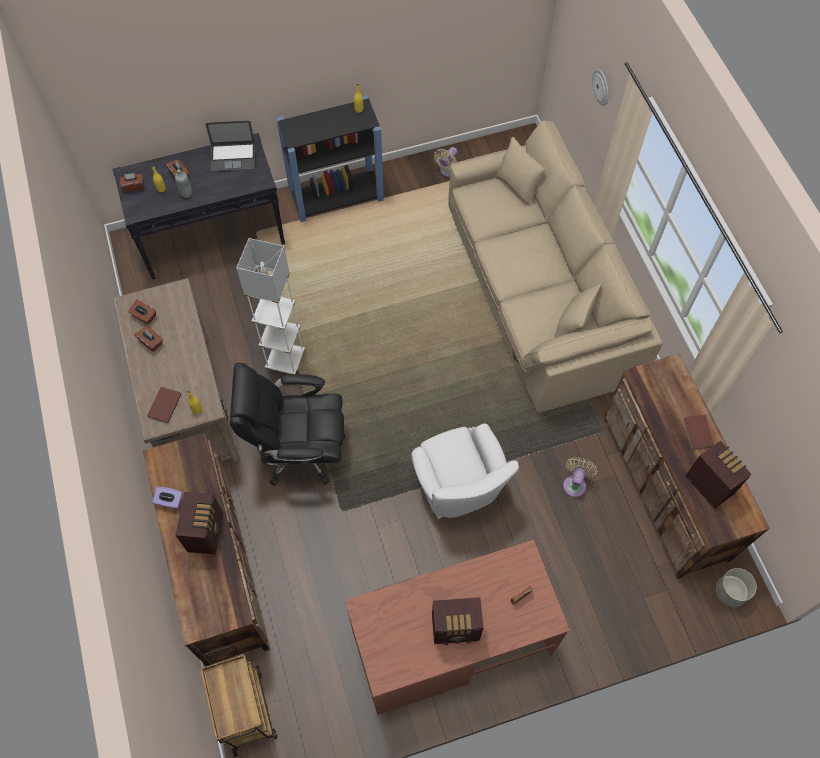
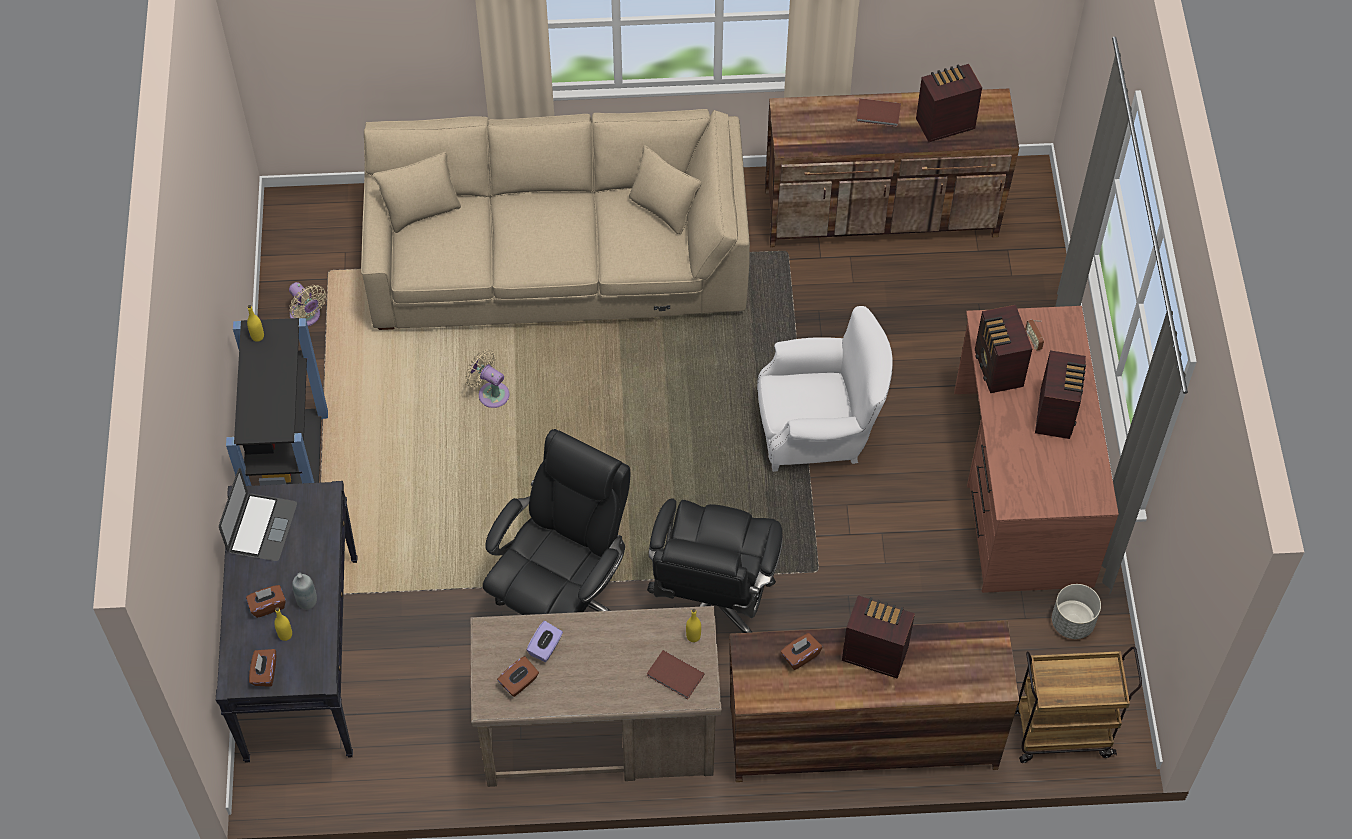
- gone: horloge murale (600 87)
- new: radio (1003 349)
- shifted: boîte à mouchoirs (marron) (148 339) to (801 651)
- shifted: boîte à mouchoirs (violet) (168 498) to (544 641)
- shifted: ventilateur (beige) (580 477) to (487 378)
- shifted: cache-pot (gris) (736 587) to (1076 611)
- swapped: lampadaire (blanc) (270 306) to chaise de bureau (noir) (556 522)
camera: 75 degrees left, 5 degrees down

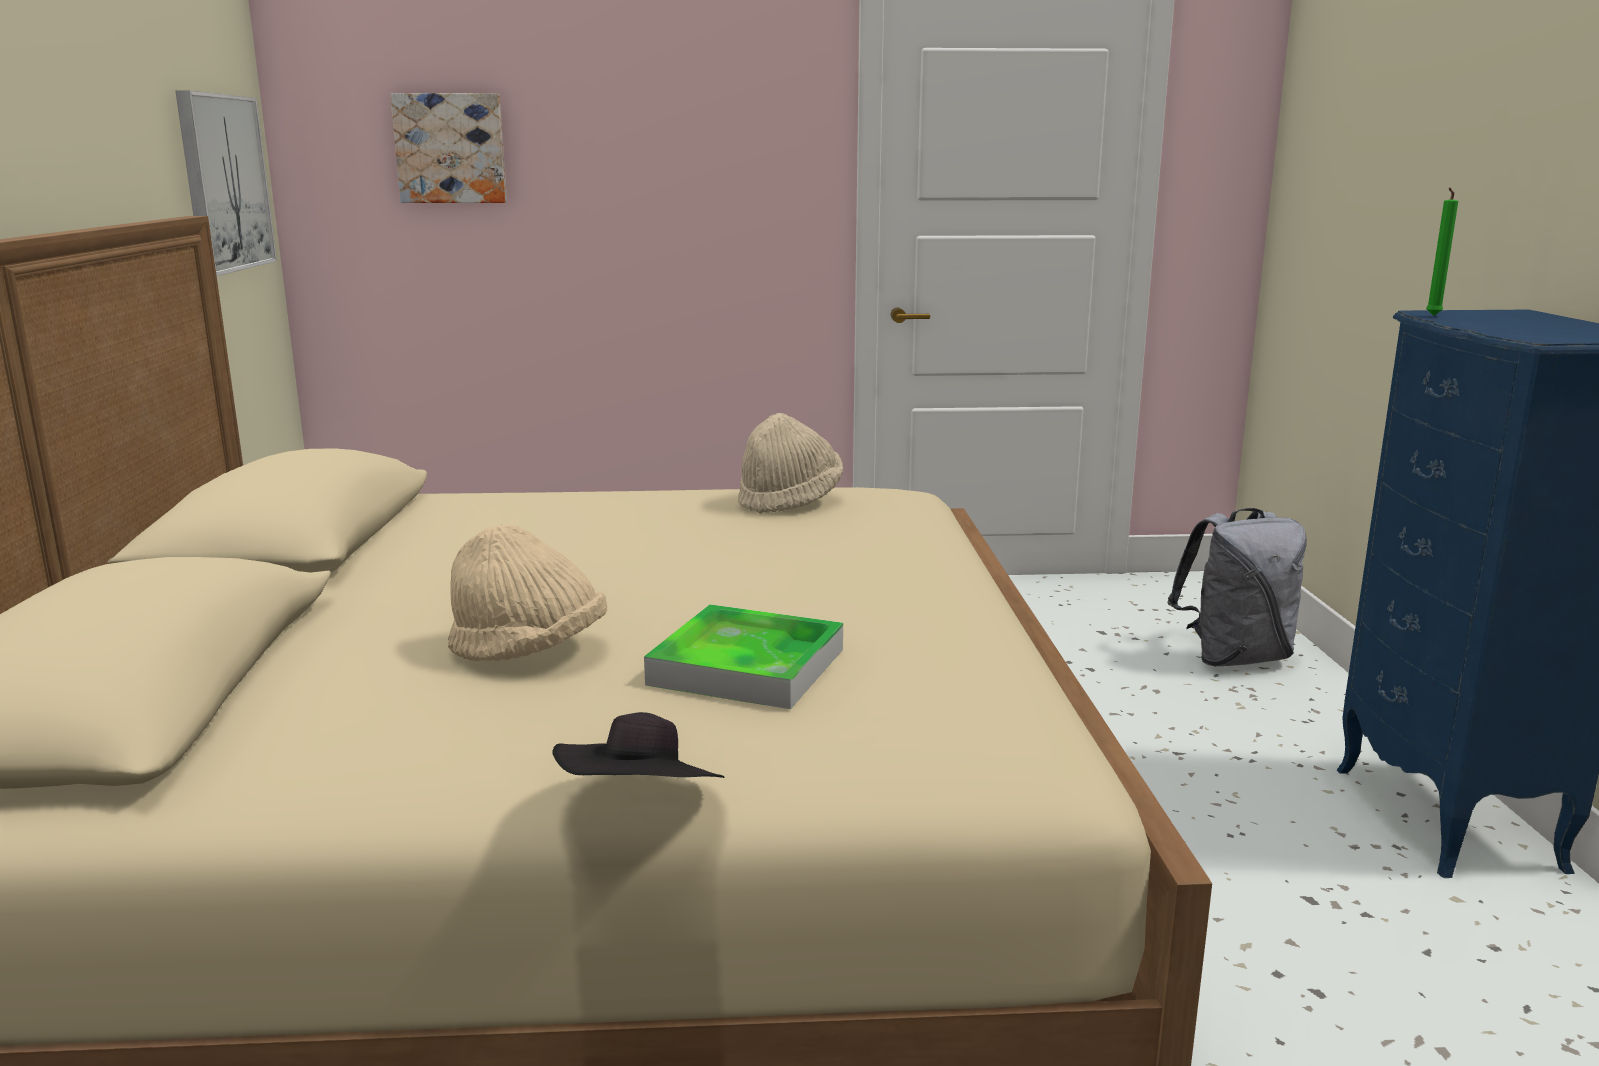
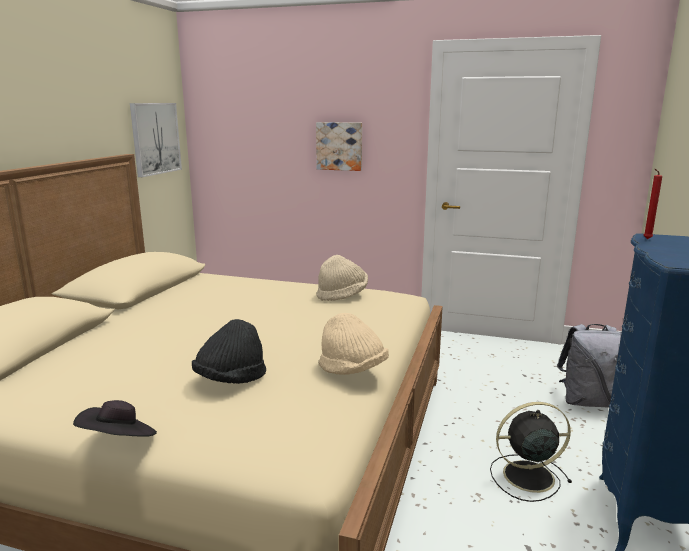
- new: ventilateur (noir) (531 452)
- shifted: tableau (448 148) to (339 146)
- shifted: chapeau (beige) (527 592) to (354 344)
- swapped: plateau (743 656) to chapeau (noir) (229 351)
- repainted: bougie (vert) (1442 251) to bougie (rouge) (653 204)
camera: 20 degrees right, 0 degrees up

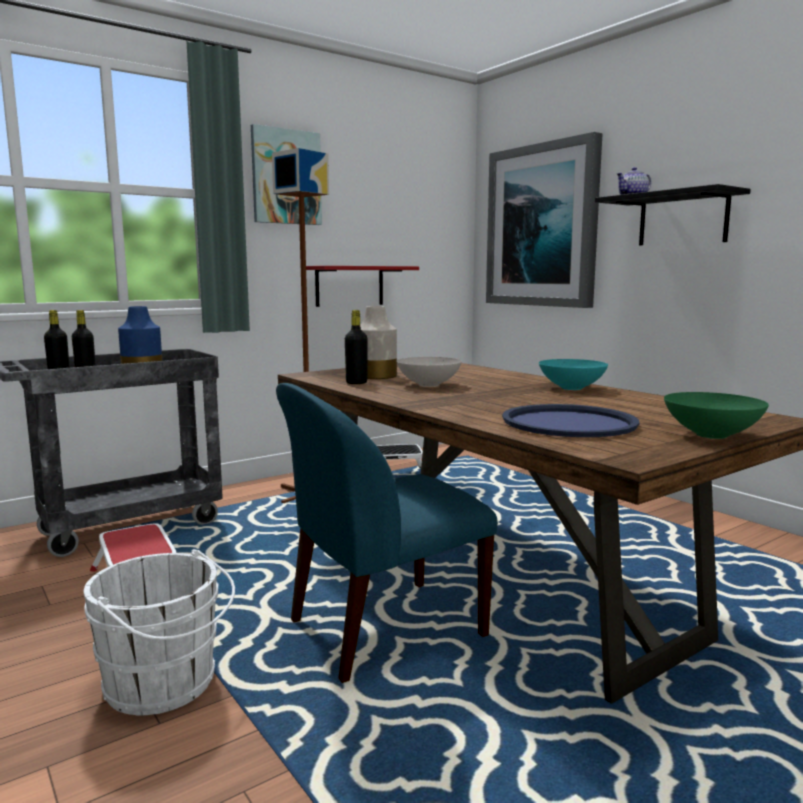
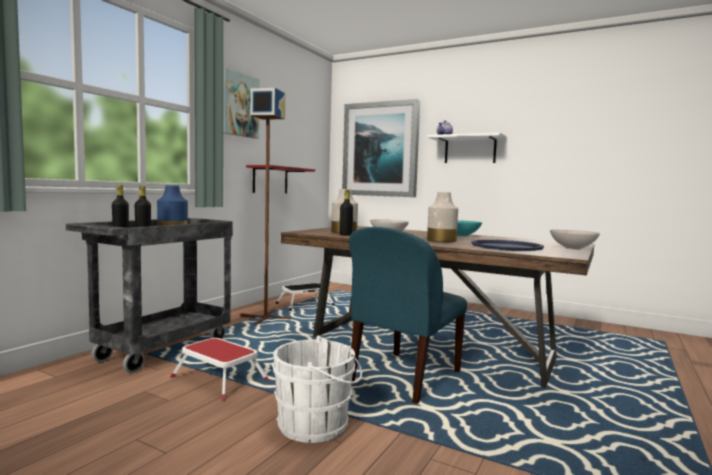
- new: vase (beige) (442 217)
- repainted: étagère (noir) (673 214) to étagère (blanc) (467 148)
- repainted: bol (vert) (716 415) to bol (blanc) (575 240)
camera: 25 degrees left, 5 degrees down

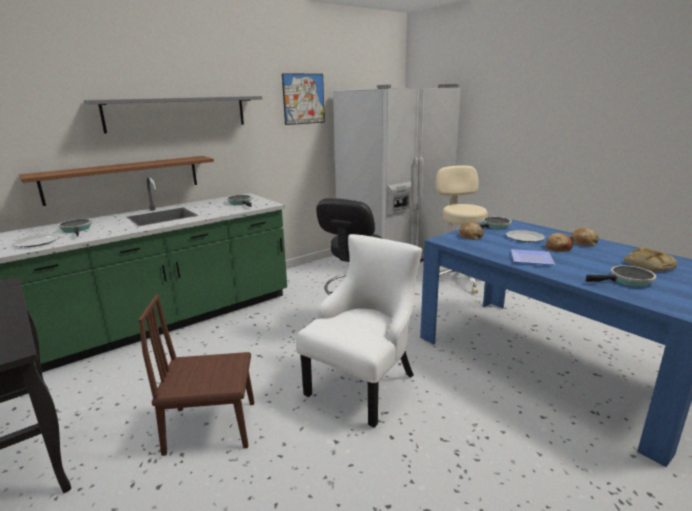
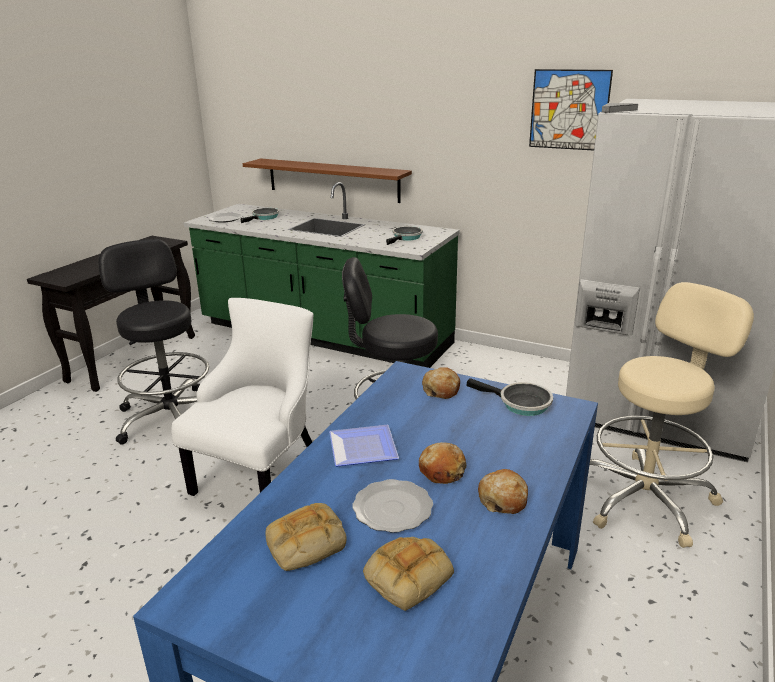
- gone: étagère (gris) (173 114)
- shifted: assiette (525 236) to (392 506)
- swapped: chaise (marron) (196 375) to tabouret (noir) (153 342)
- swapped: poêle (621 276) to pain (306 537)
- rotated: chaise (blanc) (359 331) = (242 397) 75 degrees counterclockwise
camera: 65 degrees right, 5 degrees up

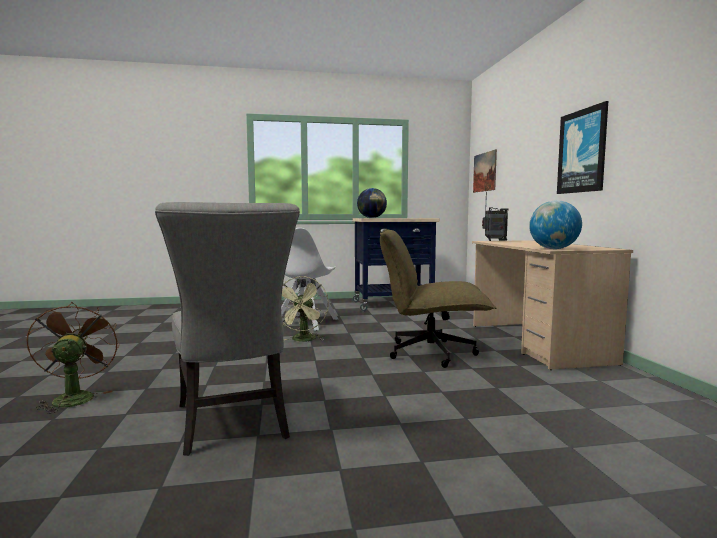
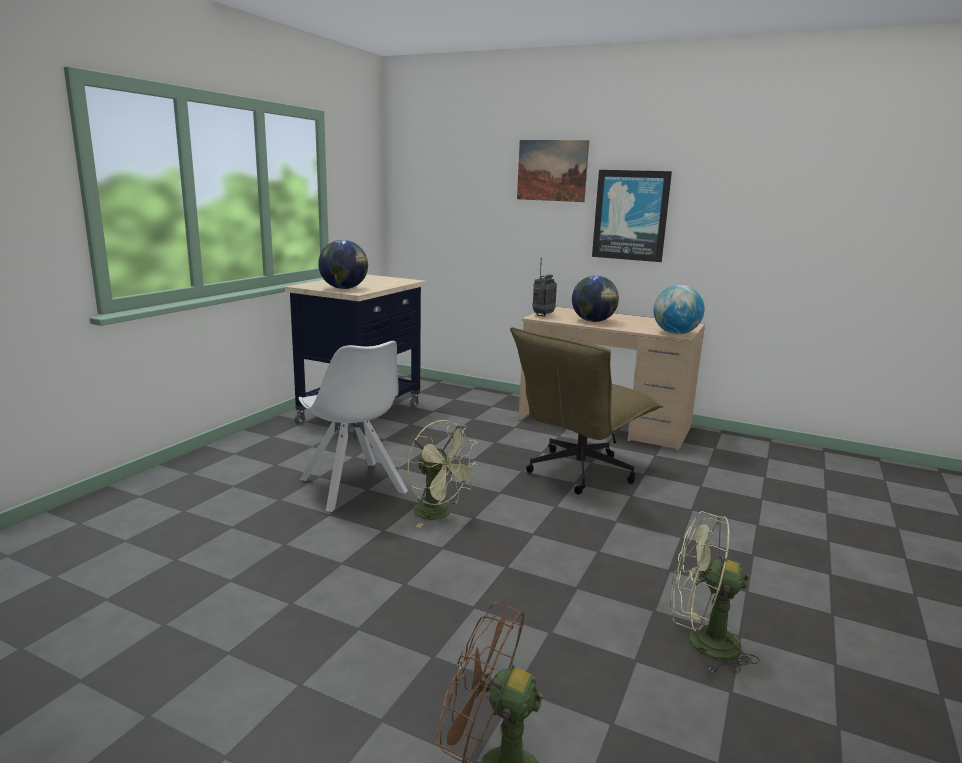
- new: globe (595 299)
- shifted: tableau (485 171) to (553 171)
- swapped: chaise (gris) (227 329) to ventilateur (vert) (715 592)
camera: 55 degrees left, 10 degrees up

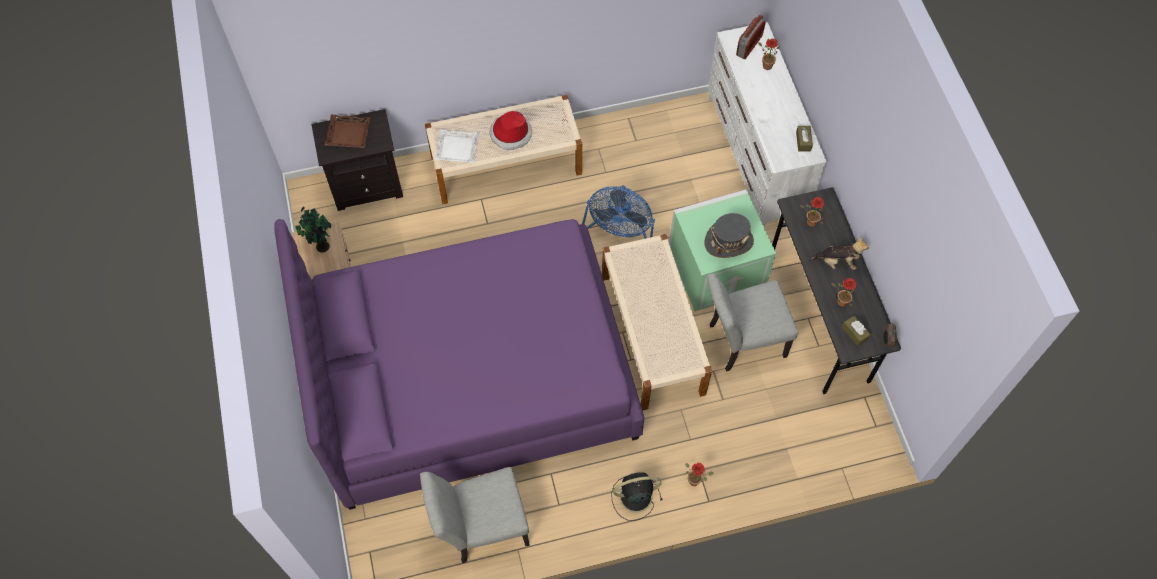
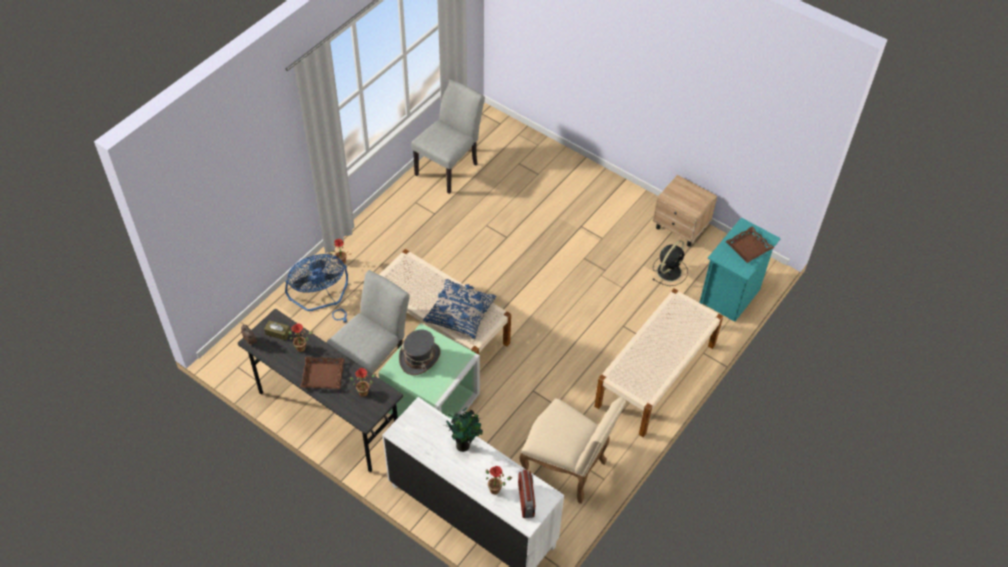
- gone: lit (violet) (459 364)
- gone: plateau (blanc) (456 146)
- gone: chapeau (510 130)
- gone: boîte à mouchoirs (marron) (804 138)
- new: coussin (bleu) (459 309)
- new: chaise (beige) (573 450)
- shifted: plante en pot (313 229) to (463 429)
- shifted: ventilateur (bleu) (618 212) to (316 288)
- shifted: ventilateur (noir) (636 496) to (670 263)
- swapped: peluche (839 253) to plateau (marron) (322 373)
- repainted: table de chevet (noir) (357 160) to table de chevet (turquoise) (740 269)
camera: 140 degrees right, 10 degrees down

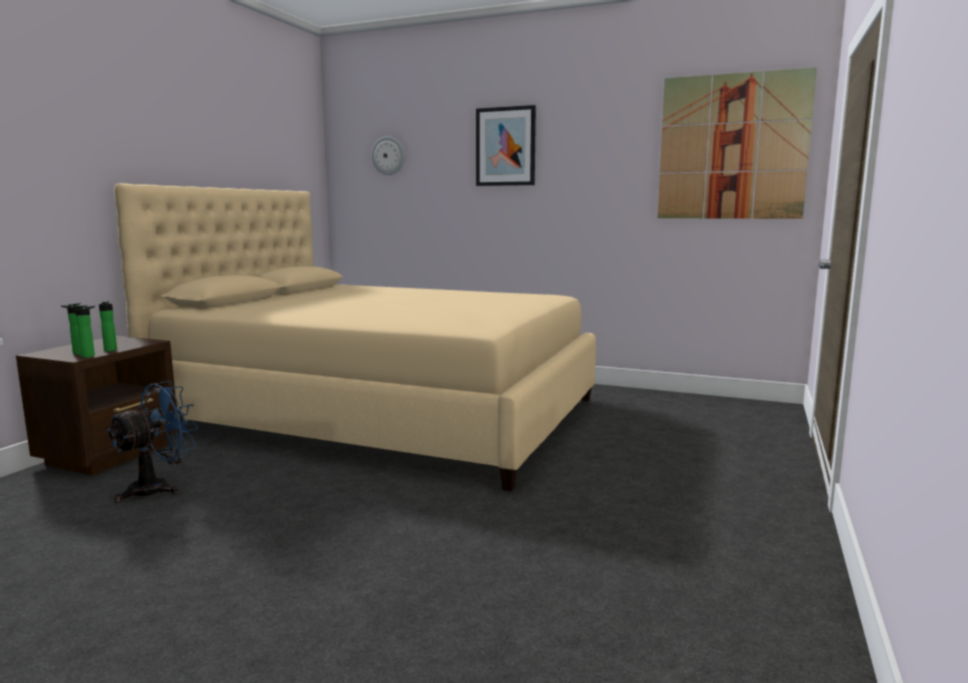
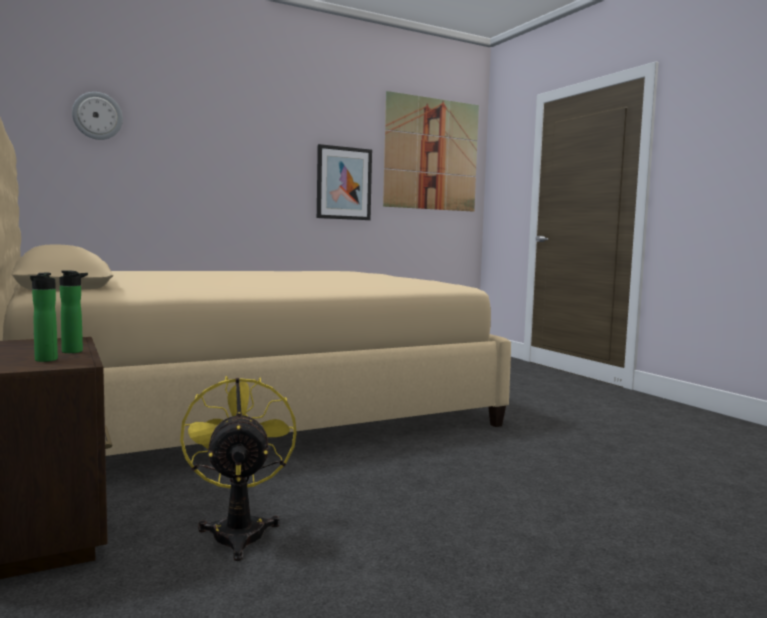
- gone: bouteille (85 331)
- shifted: tableau (506 145) to (344 182)
- repainted: ventilateur (bleu) (153 442) to ventilateur (jaune) (238 468)
camera: 50 degrees left, 5 degrees down

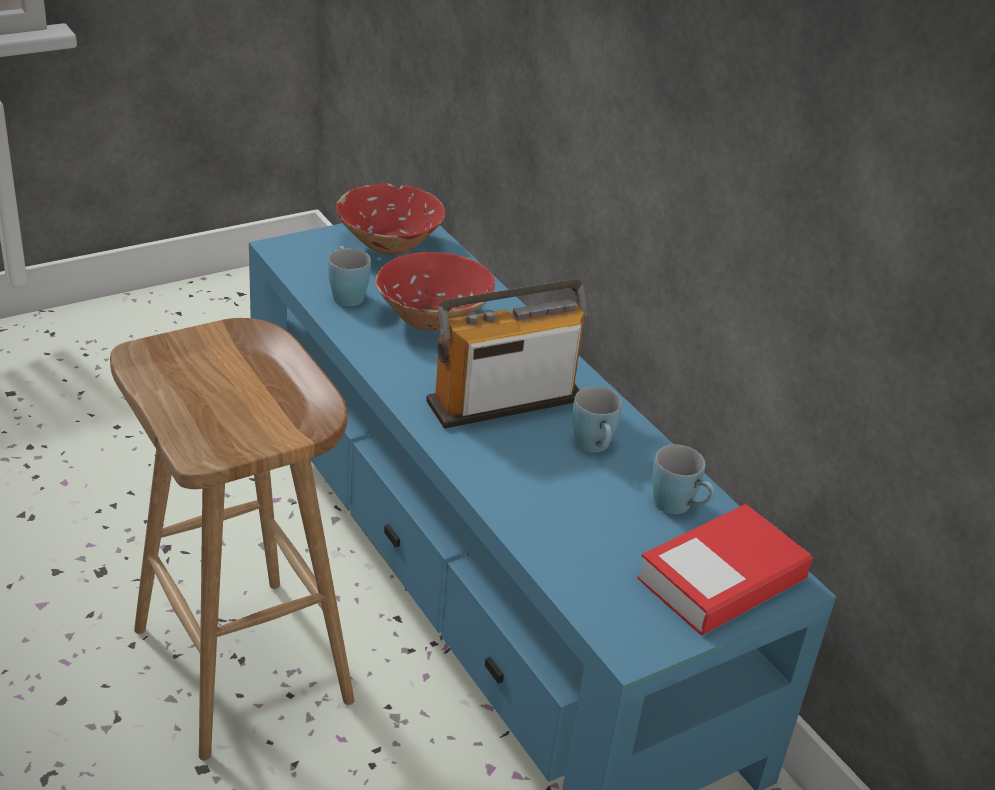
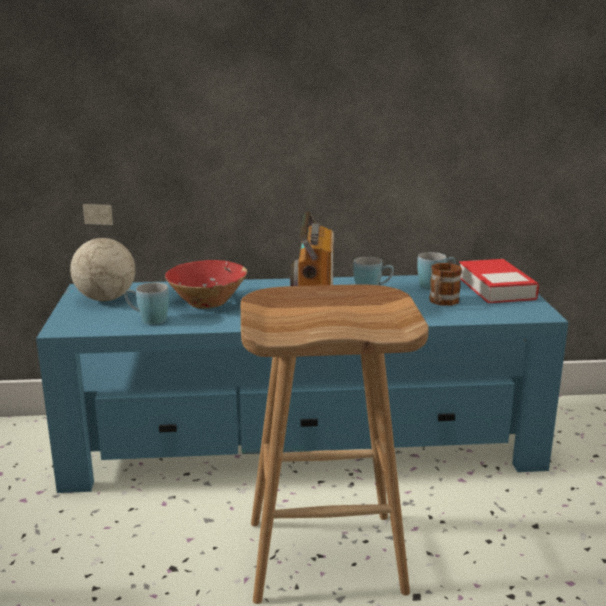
- new: mug (445 284)
- swapped: bol (rouge) (391 219) to globe (102 252)
camera: 60 degrees left, 15 degrees down

